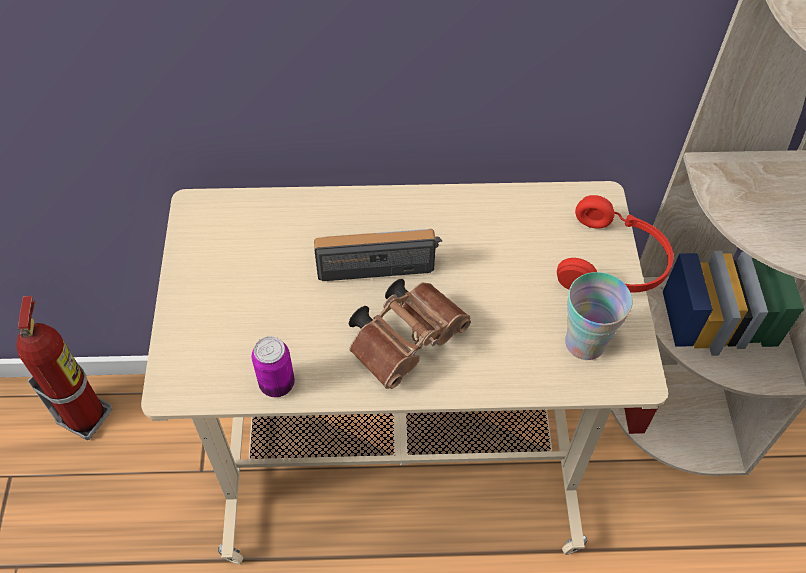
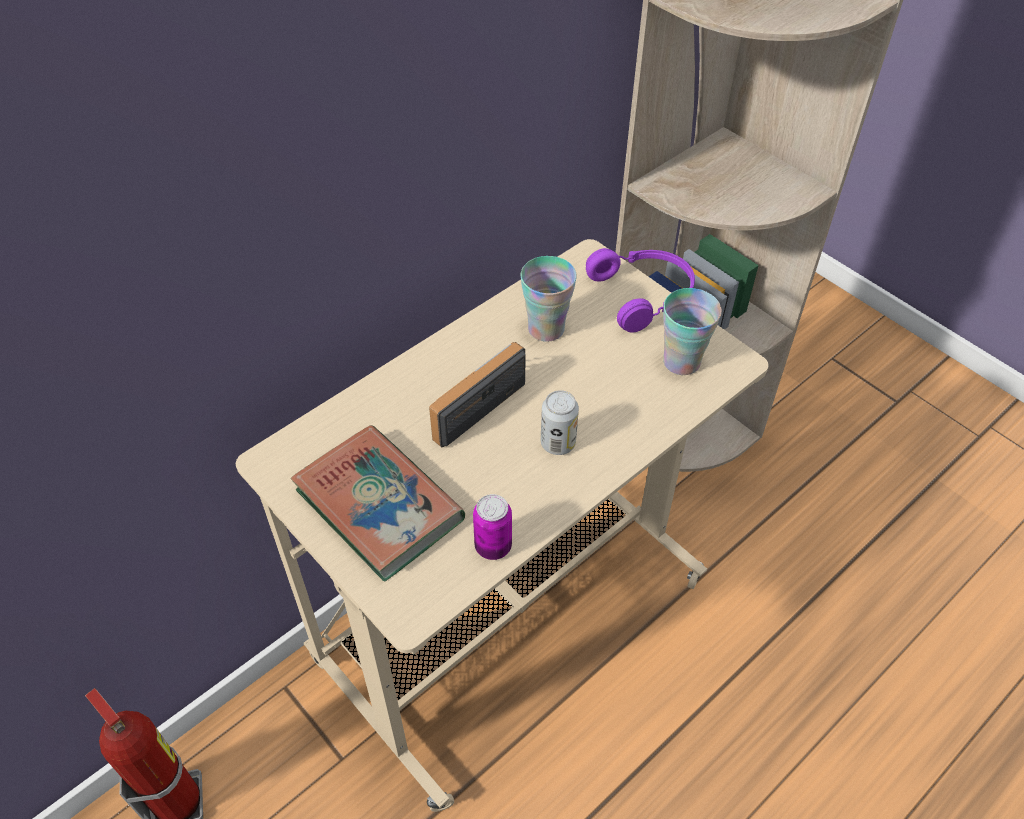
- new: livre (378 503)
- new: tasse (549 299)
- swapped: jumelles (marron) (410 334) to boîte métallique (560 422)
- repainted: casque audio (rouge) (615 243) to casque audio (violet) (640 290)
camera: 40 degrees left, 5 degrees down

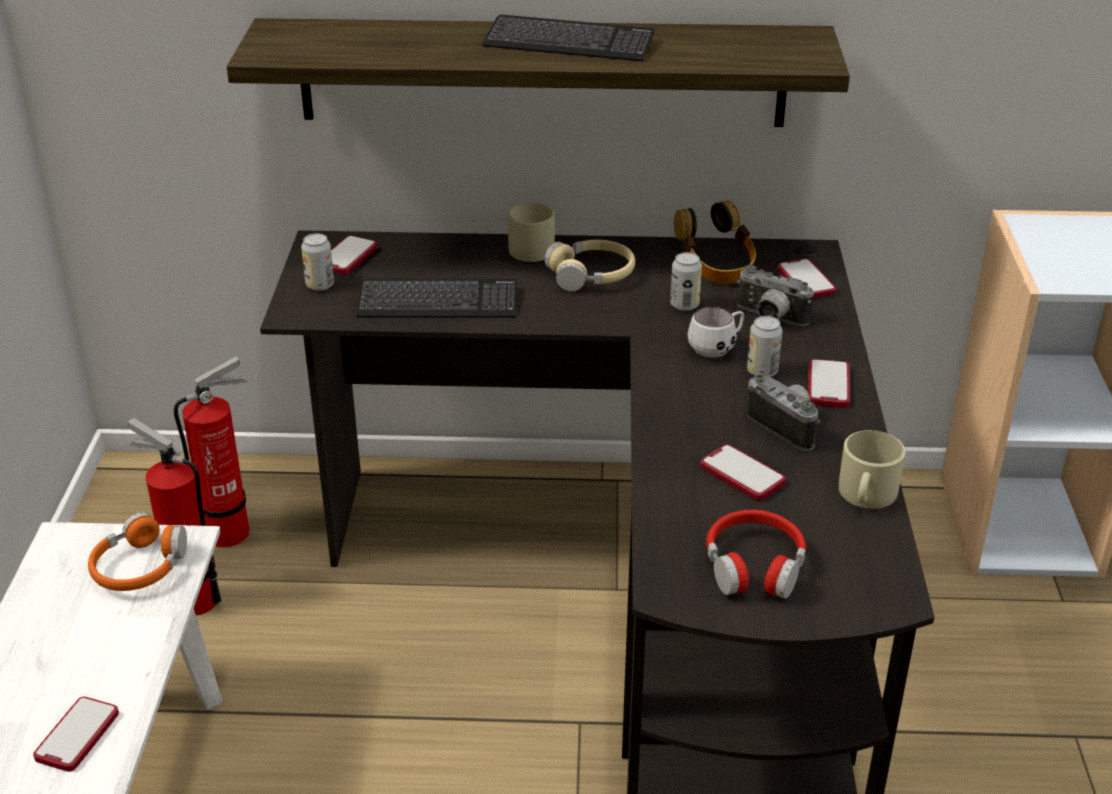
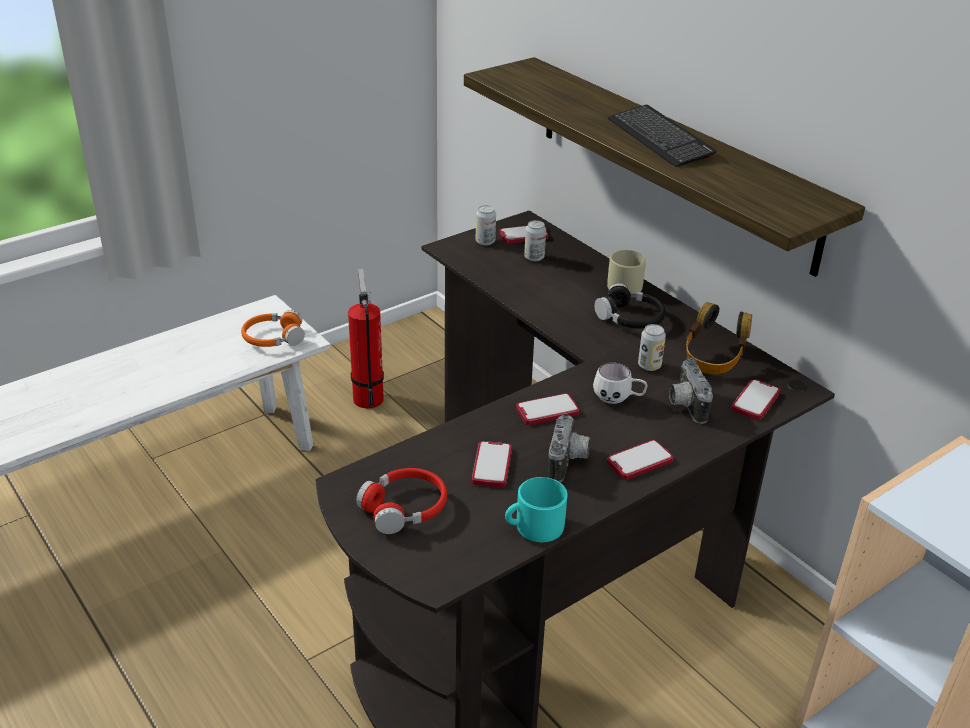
- gone: extincteur (212 451)
- gone: clavier (436 298)
- shifted: téléphone (76 734) to (547 409)
- shifted: boîte métallique (765 346) to (535 240)
- repainted: casque audio (beige) (589 265) to casque audio (noir) (630 305)
- repainted: mug (beige) (872 469) to mug (turquoise) (536 509)
camera: 50 degrees right, 0 degrees up

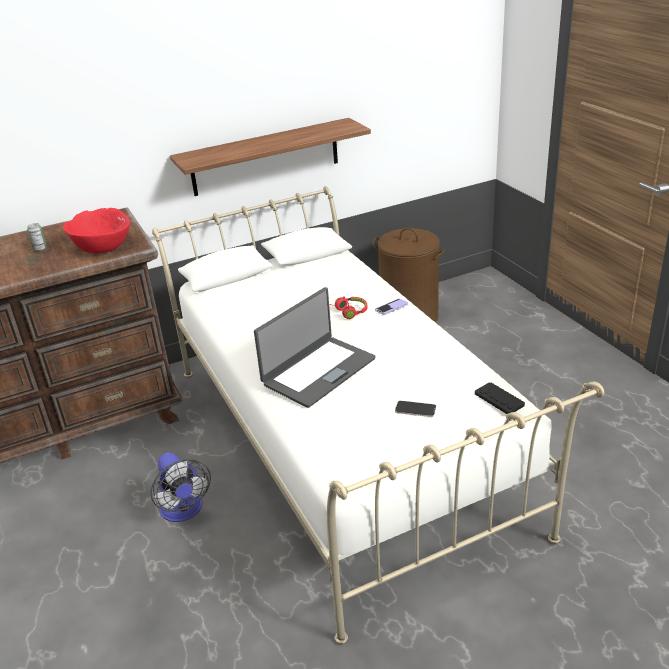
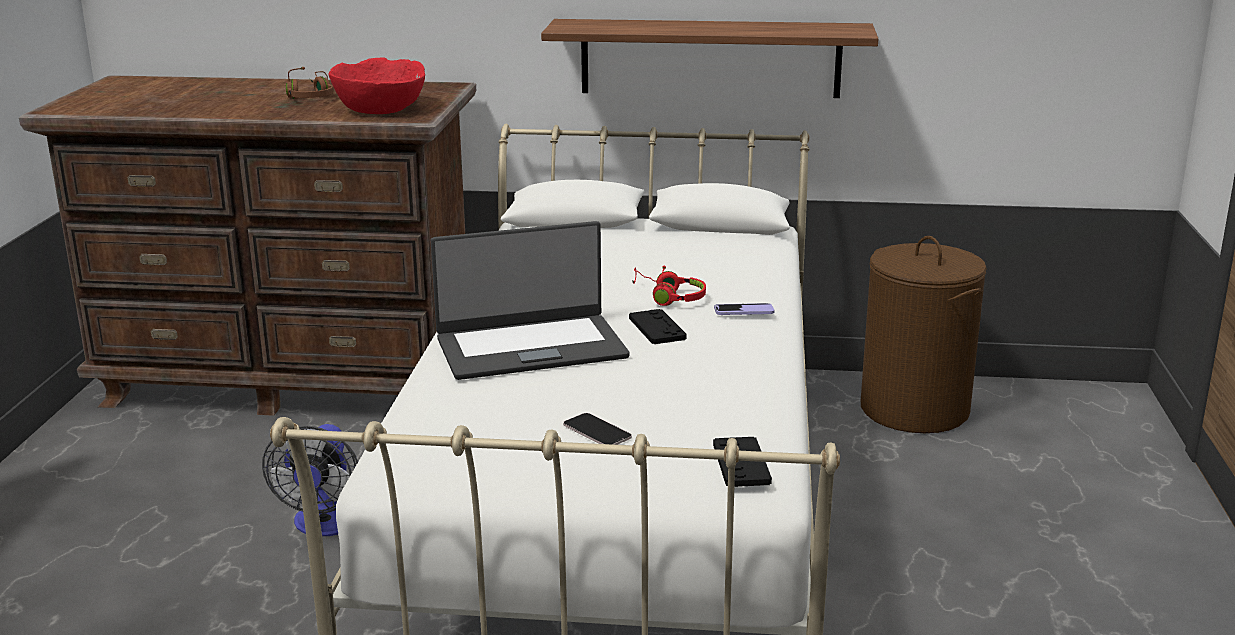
- new: manette (noir) (658 326)
- swapped: boîte métallique (37 237) to casque audio (marron) (310 83)
camera: 30 degrees right, 10 degrees down

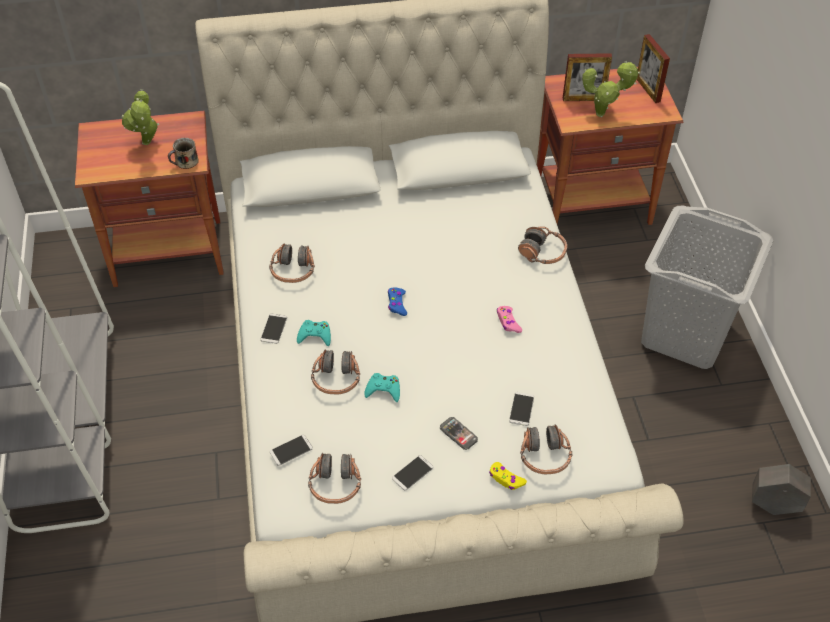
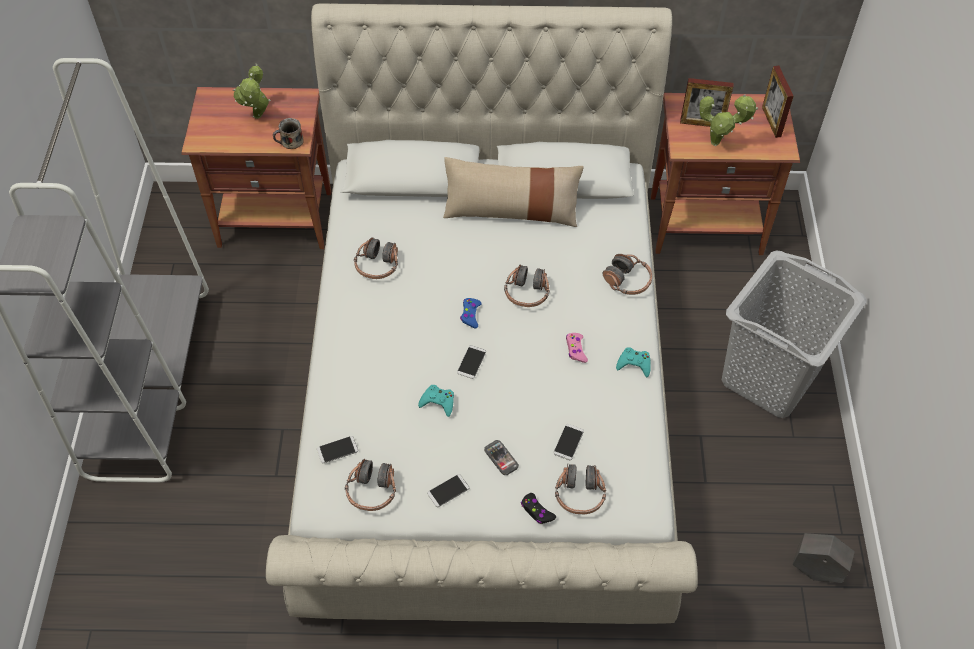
- new: coussin (beige) (513 192)
- shifted: téléphone (274 328) to (471 362)
- shifted: manette (turquoise) (314 333) to (633 362)
- shifted: casque audio (335 371) to (527 285)
- repainted: manette (jaune) (508 476) to manette (noir) (538 508)
camera: 10 degrees right, 5 degrees up

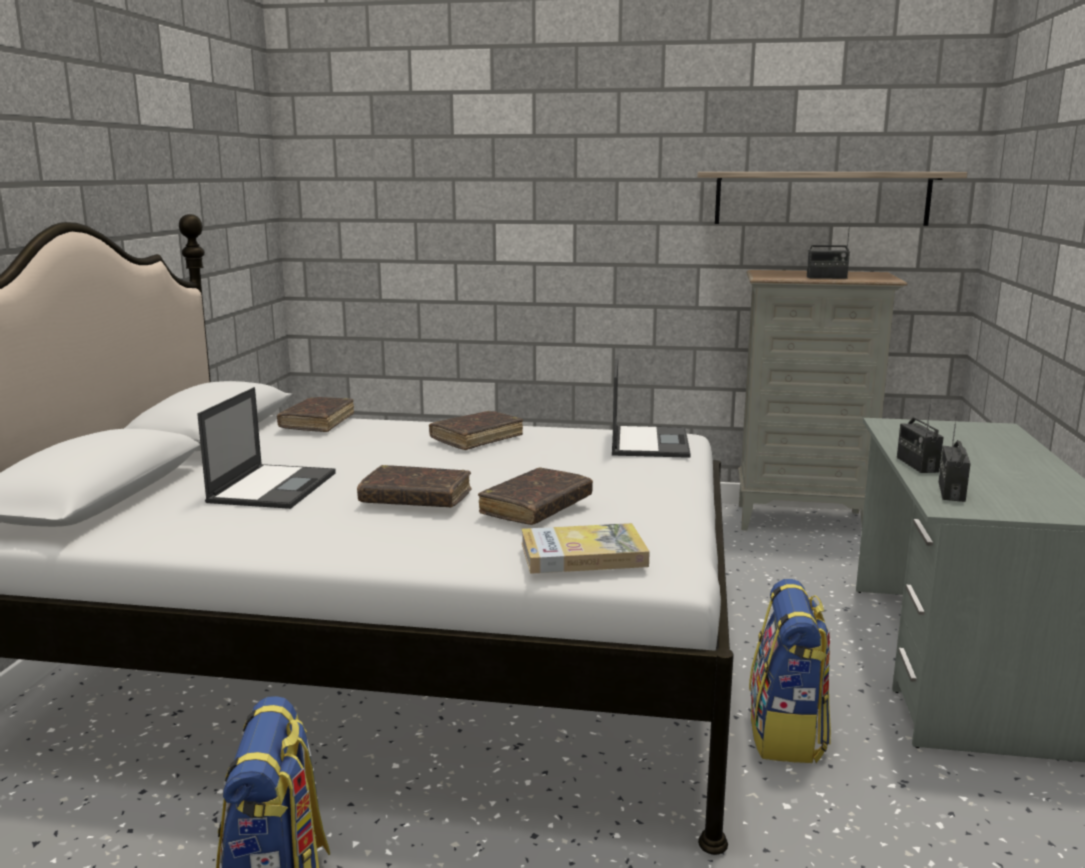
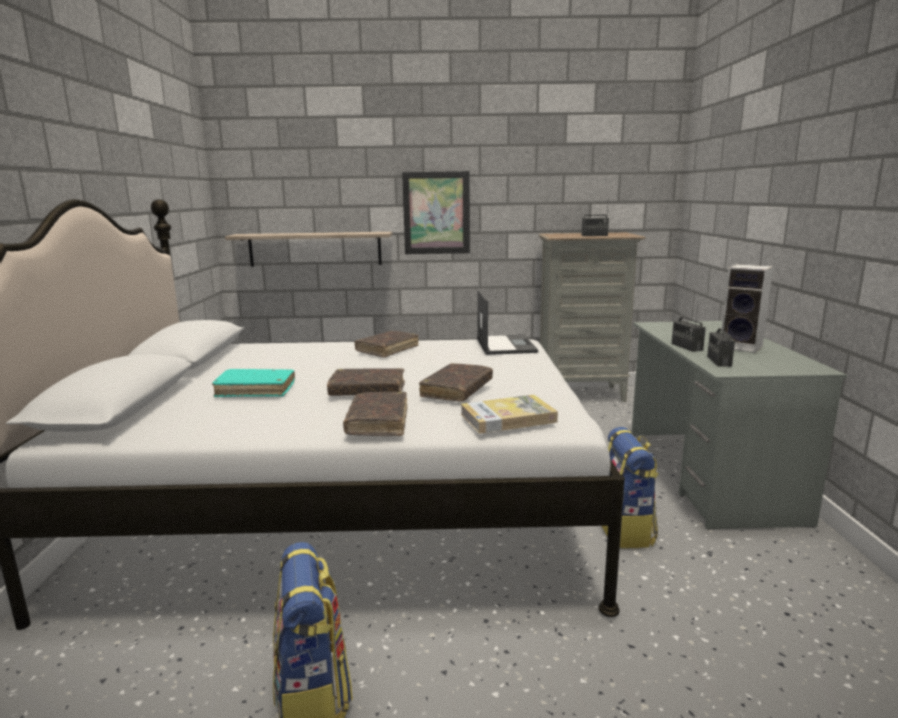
- new: tableau (436 212)
- new: enceinte (747 308)
- shifted: livre (marron) (315 414) to (375 414)
- shifted: étagère (832 199) to (308 249)
- swapped: ordinateur portable (266 448) to livre (turquoise) (253 383)
camera: 10 degrees left, 0 degrees up

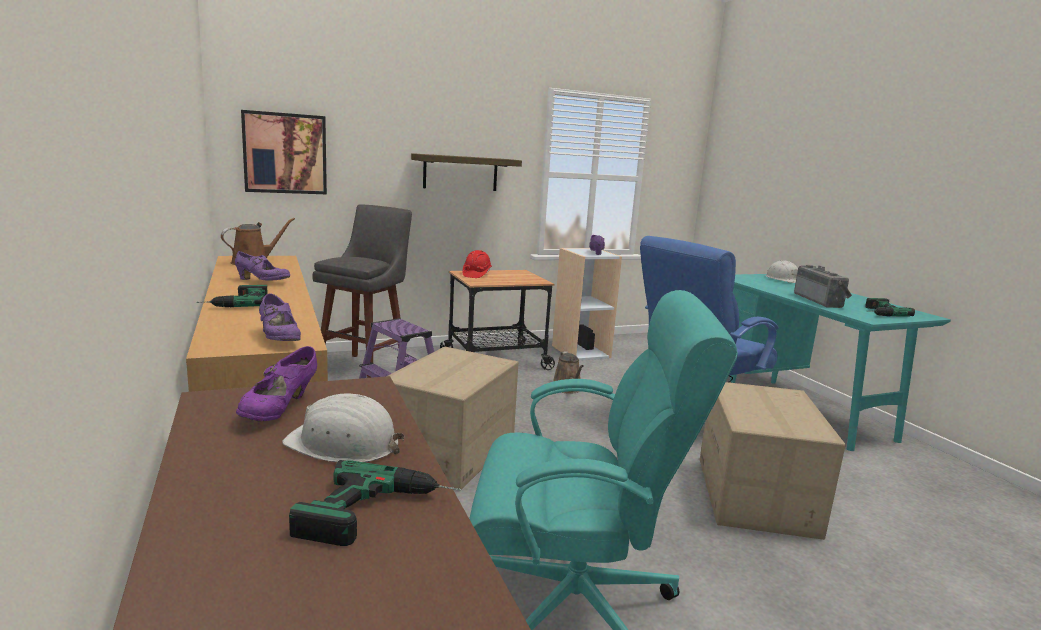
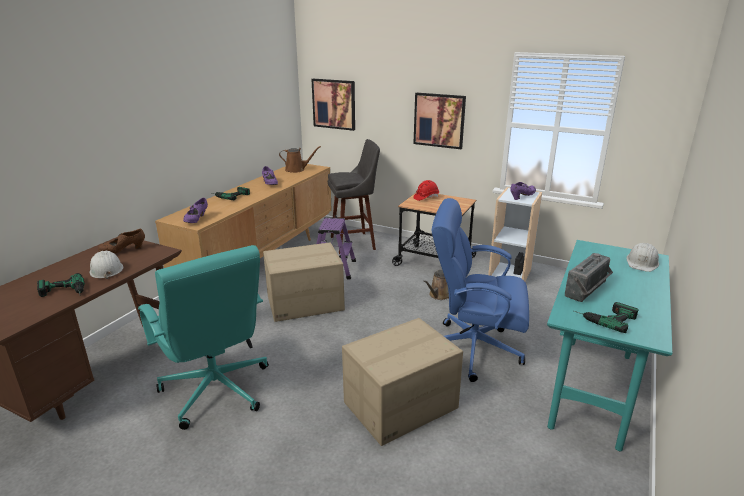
- swapped: étagère (466 172) to tableau (439 121)
- repainted: chaussure (violet) (276 383) to chaussure (marron) (121 241)
camera: 50 degrees right, 10 degrees up

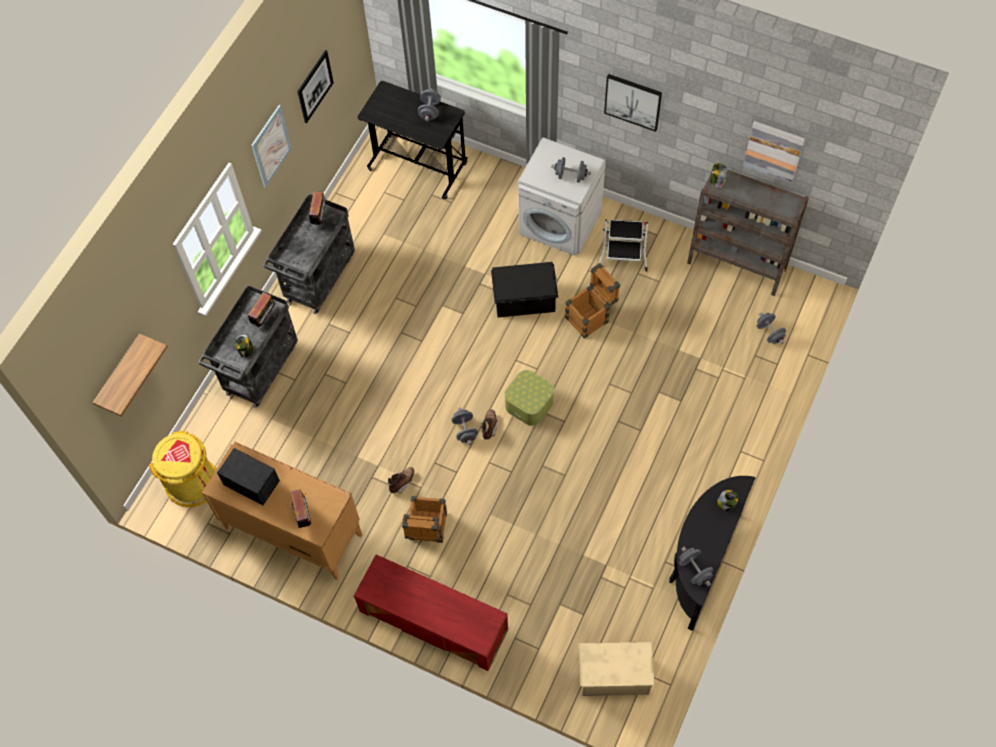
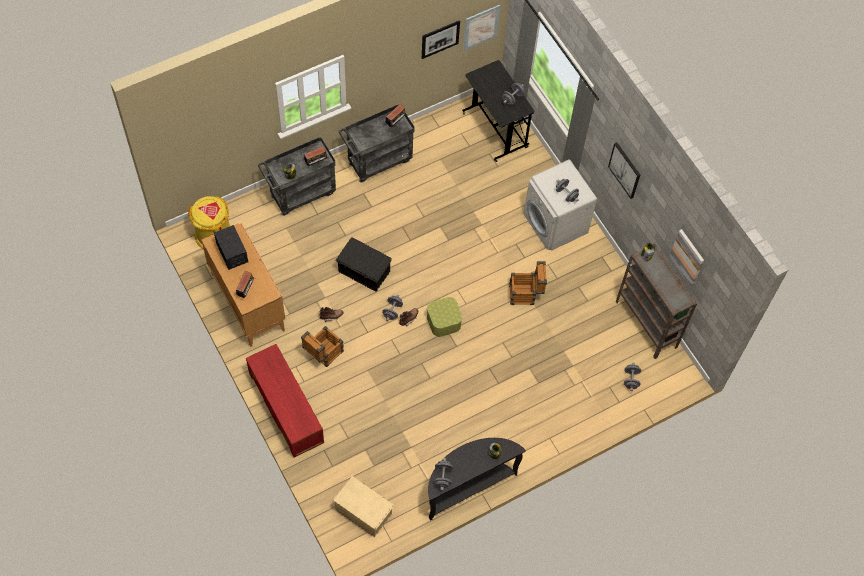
- gone: étagère (130 374)
- gone: escabeau (623 245)
- shifted: tableau (271 146) to (481 27)
- shifted: boîte de rangement (noir) (524 289) to (363 264)
camera: 30 degrees right, 0 degrees up

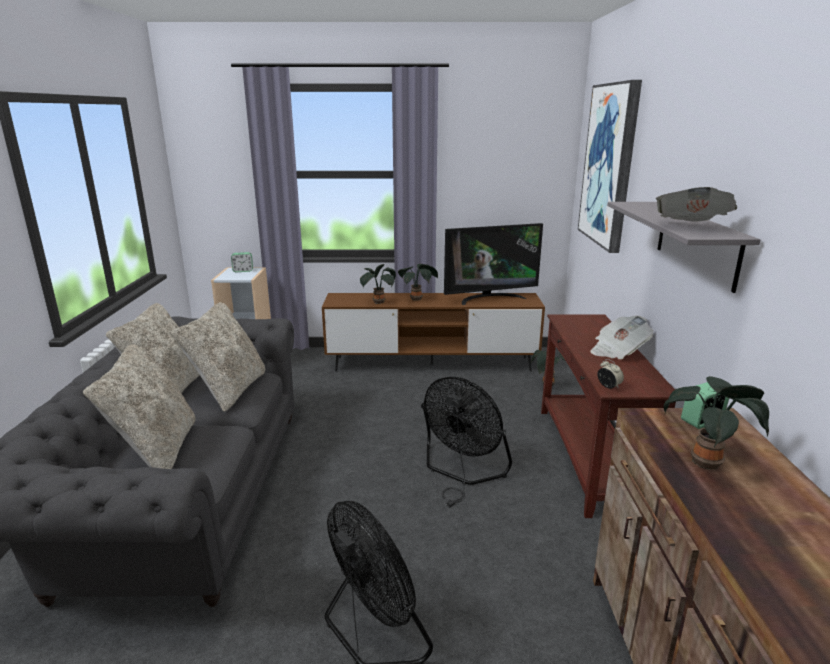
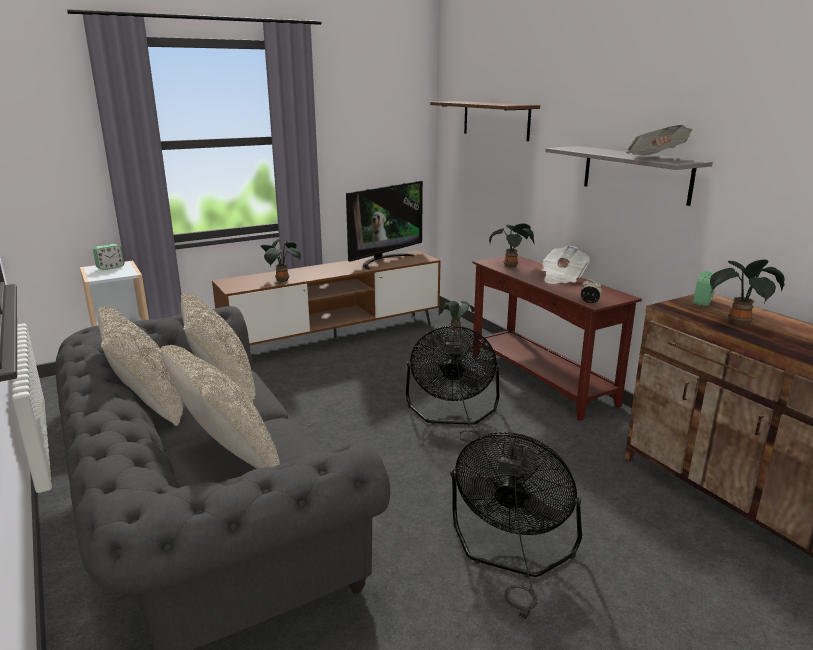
- shifted: plante en pot (418 282) to (511 245)
- swapped: tableau (610 166) to étagère (marron) (485 121)
camera: 30 degrees left, 0 degrees up

